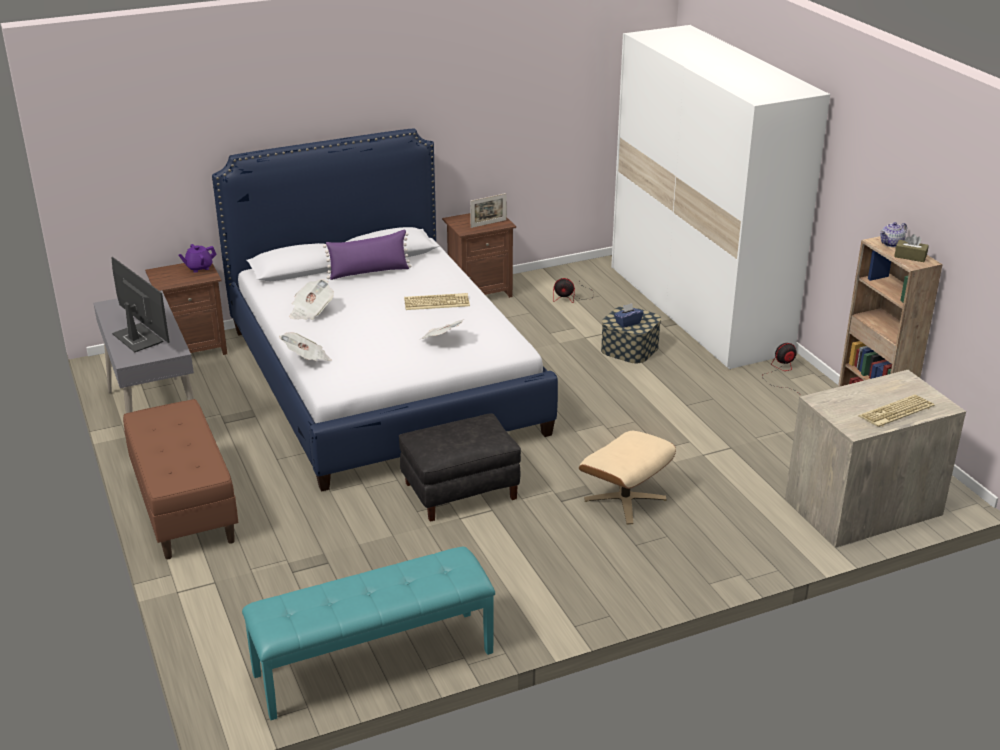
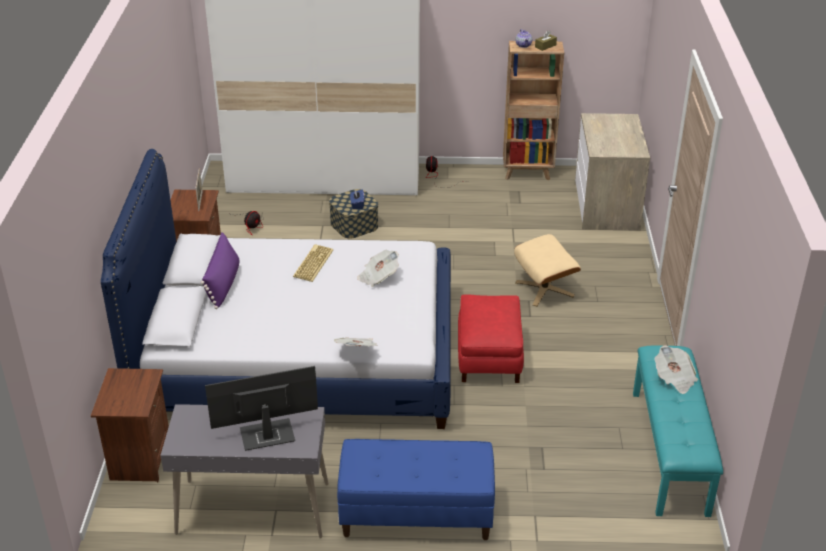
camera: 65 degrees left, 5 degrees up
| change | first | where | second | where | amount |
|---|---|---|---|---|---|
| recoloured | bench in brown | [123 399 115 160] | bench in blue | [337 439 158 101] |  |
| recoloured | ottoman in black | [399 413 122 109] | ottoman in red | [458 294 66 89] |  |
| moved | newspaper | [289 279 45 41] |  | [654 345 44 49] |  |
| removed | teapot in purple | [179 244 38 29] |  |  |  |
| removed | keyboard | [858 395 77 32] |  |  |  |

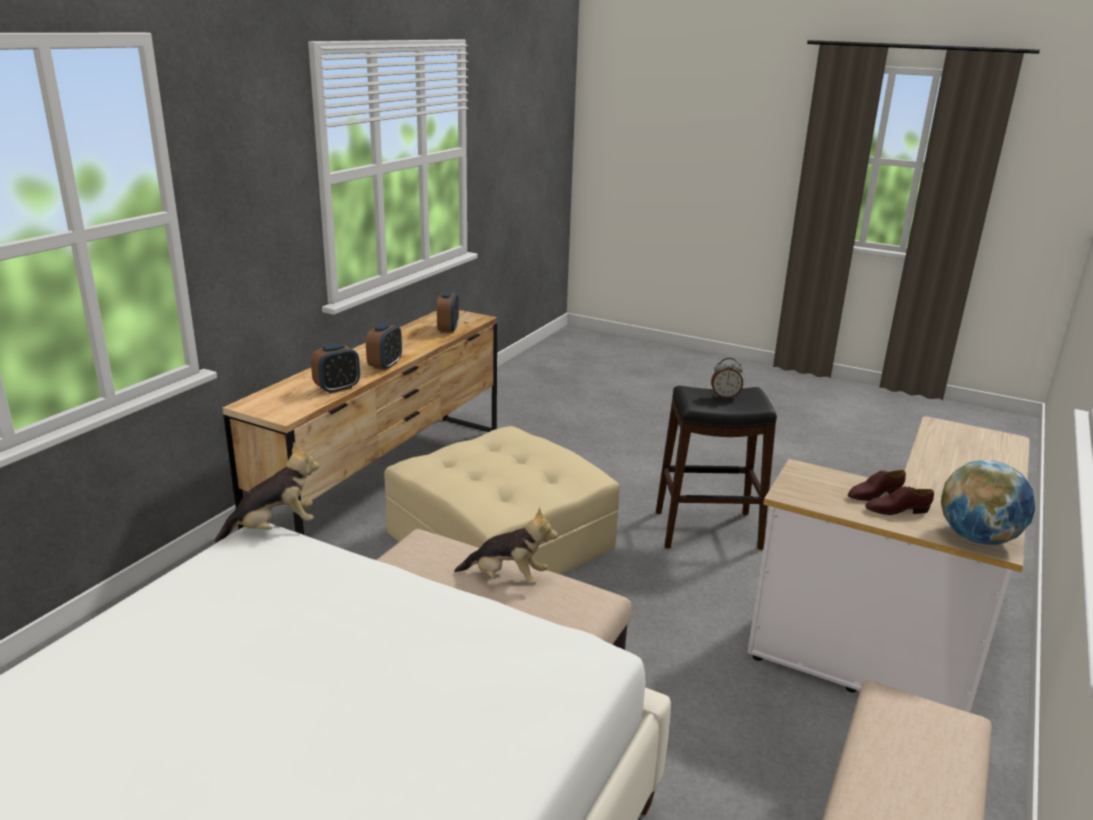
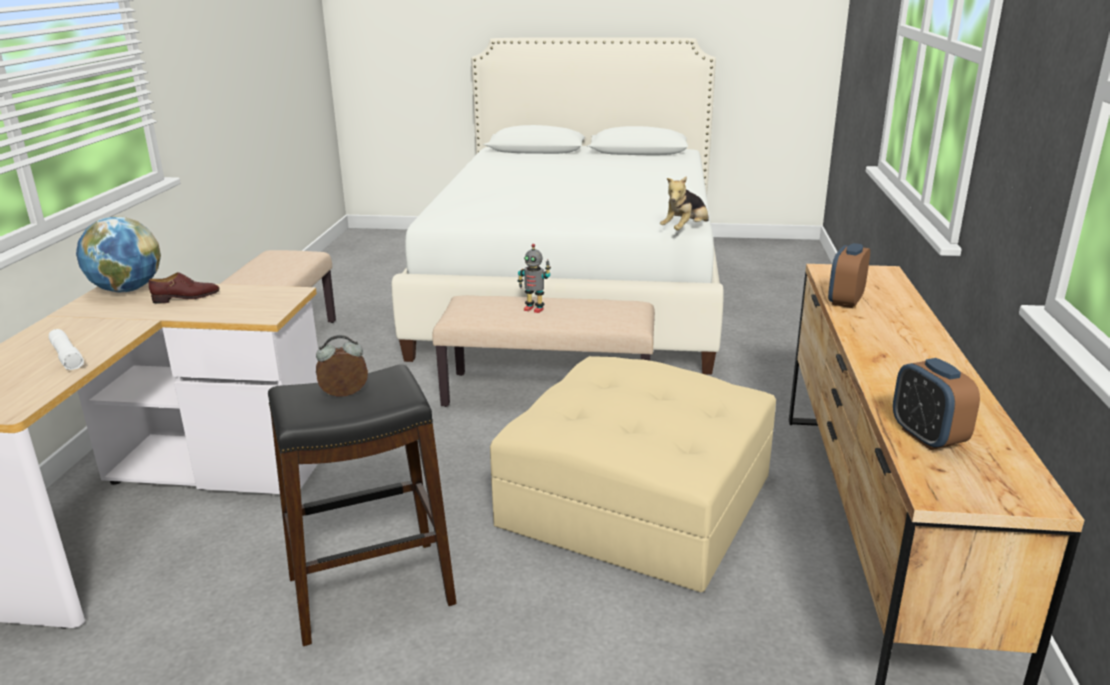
camera: 160 degrees right, 0 degrees up
| change | first | where | second | where | amount |
|---|---|---|---|---|---|
| added |  |  | flashlight in white | [49 329 35 41] |  |
| replaced | plush toy | [454 507 104 77] | toy robot | [518 244 33 69] |  |
| removed | alarm clock | [366 322 36 48] |  |  |  |
| removed | shoe in brown | [848 470 58 31] |  |  |  |

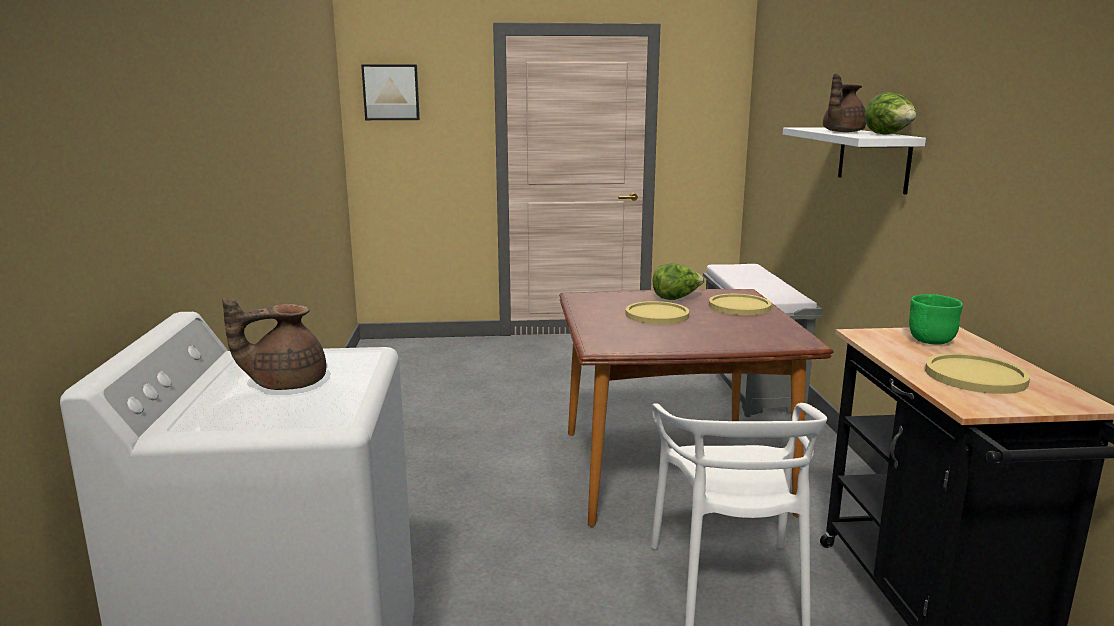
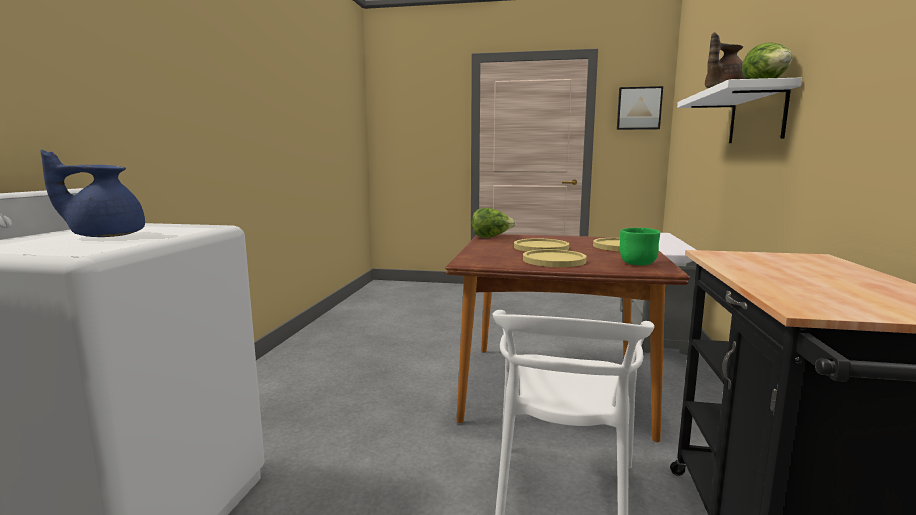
camera: 15 degrees right, 5 degrees down
| change | first | where | second | where | amount |
|---|---|---|---|---|---|
| recoloured | teapot in brown | [222 299 104 91] | teapot in blue | [40 149 105 88] |  |
| moved | lettuce | [653 263 52 37] |  | [472 208 44 30] |  |
| moved | plate in yellow | [925 353 105 41] |  | [523 249 64 18] |  |
| moved | picture | [361 64 59 56] |  | [617 86 46 44] |  |
| moved | bowl in green | [909 294 54 51] |  | [620 228 40 37] |  |

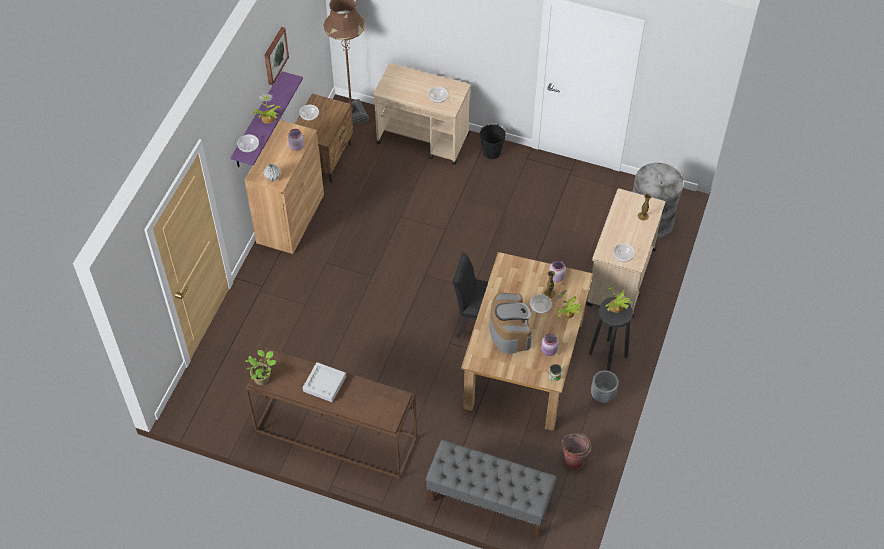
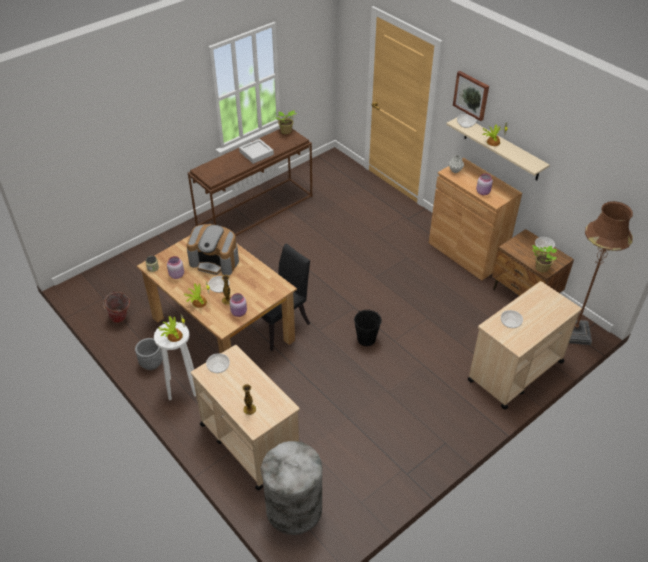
camera: 120 degrees right, 10 degrees down
| change | first | where | second | where | amount |
|---|---|---|---|---|---|
| recoloured | stool in black | [589 297 44 74] | stool in white | [154 322 42 78] |  |
| moved | bucket in black | [480 124 26 35] |  | [354 310 28 36] |  |
| recoloured | shelf in purple | [231 71 72 97] | shelf in beige | [446 118 104 62] |  |
| moved | picture | [264 27 25 58] |  | [453 71 36 50] |  |
| added |  |  | potted plant | [532 245 25 27] |  |
| removed | bench in grey | [425 440 132 97] |  |  |  |

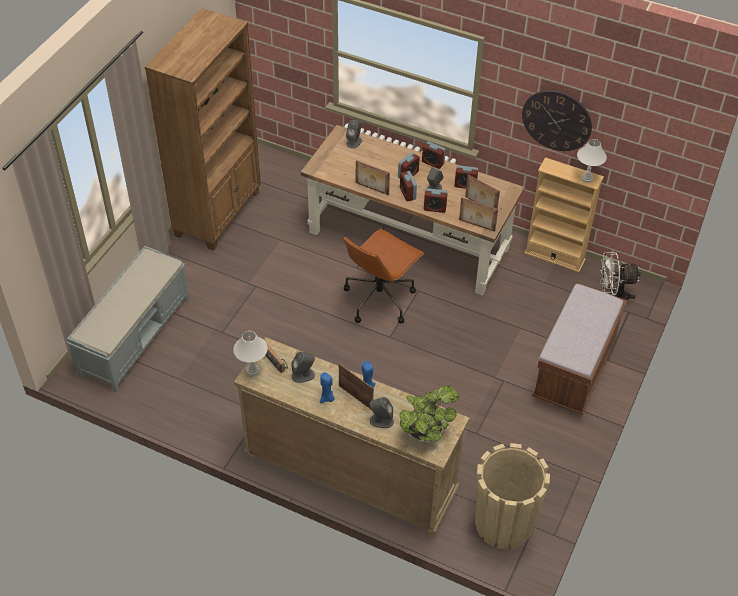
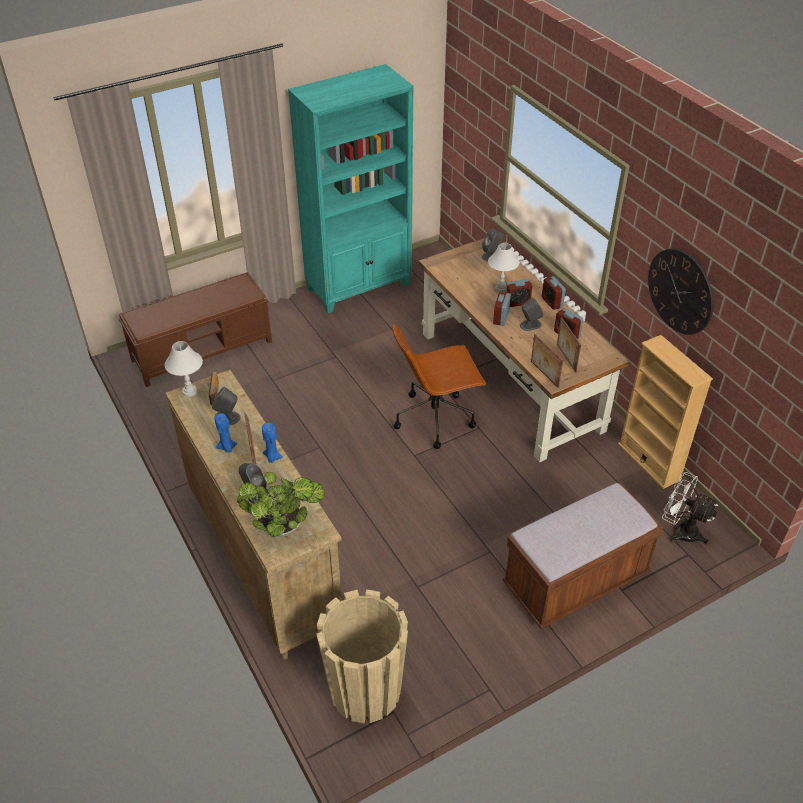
camera: 35 degrees right, 5 degrees down
| change | first | where | second | where | amount |
|---|---|---|---|---|---|
| recoloured | bench in grey | [66 246 123 147] | bench in brown | [119 272 153 115] |  |
| recoloured | bookcase in brown | [145 8 116 243] | bookcase in turquoise | [288 64 125 249] |  |
| moved | table lamp in white | [577 139 30 44] |  | [488 243 31 49] |  |
| removed | picture frame | [356 160 34 35] |  |  |  |
| removed | alarm clock | [424 188 24 25] |  |  |  |

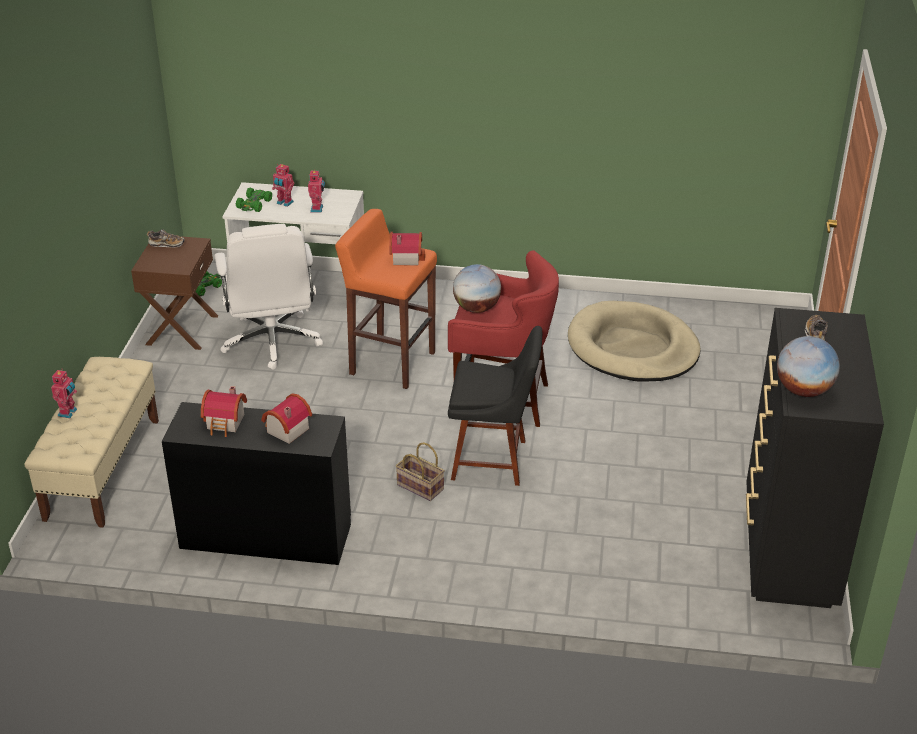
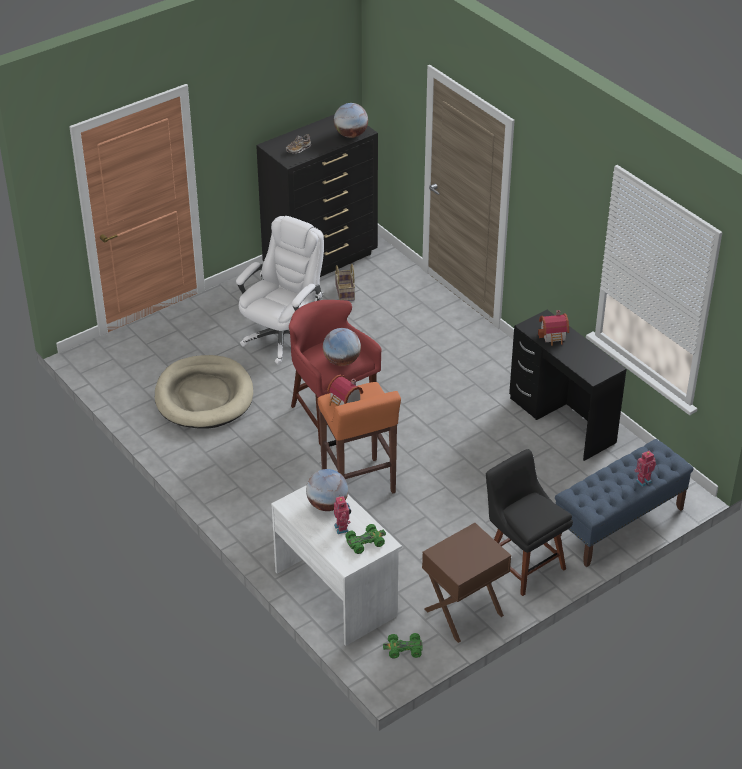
camera: 135 degrees left, 5 degrees up
| change | first | where | second | where | amount |
|---|---|---|---|---|---|
| moved | office chair in white | [214 224 109 146] |  | [236 216 88 149] |  |
| replaced | toy robot | [308 171 17 42] | globe | [306 469 42 42] |  |
| moved | basket | [396 442 49 59] |  | [335 264 20 37] |  |
| moved | chair in black | [448 326 94 160] |  | [486 449 87 147] |  |
| recoloured | bench in beige | [24 357 135 171] | bench in blue | [553 439 140 128] |  |
| removed | shoe | [147 230 38 17] |  |  |  |
| removed | toy house | [201 386 46 51] |  |  |  |

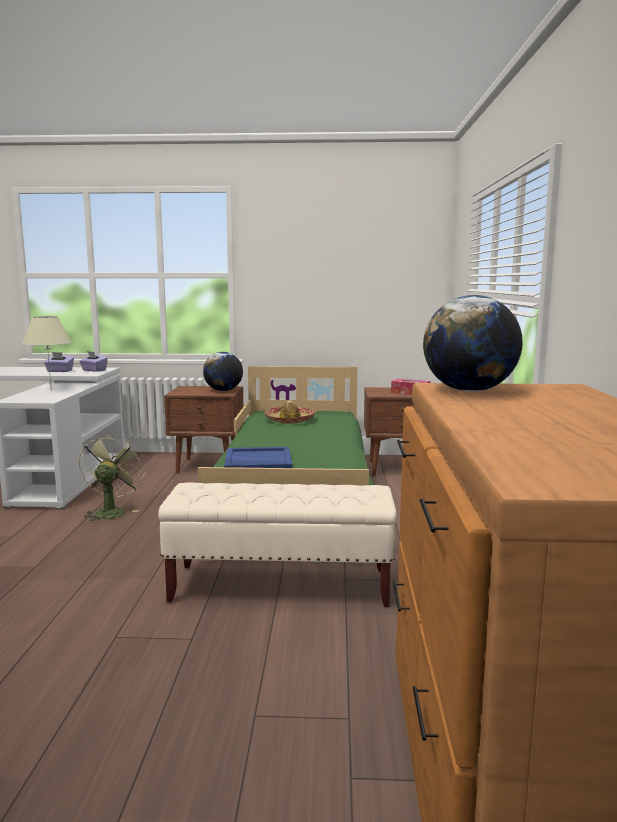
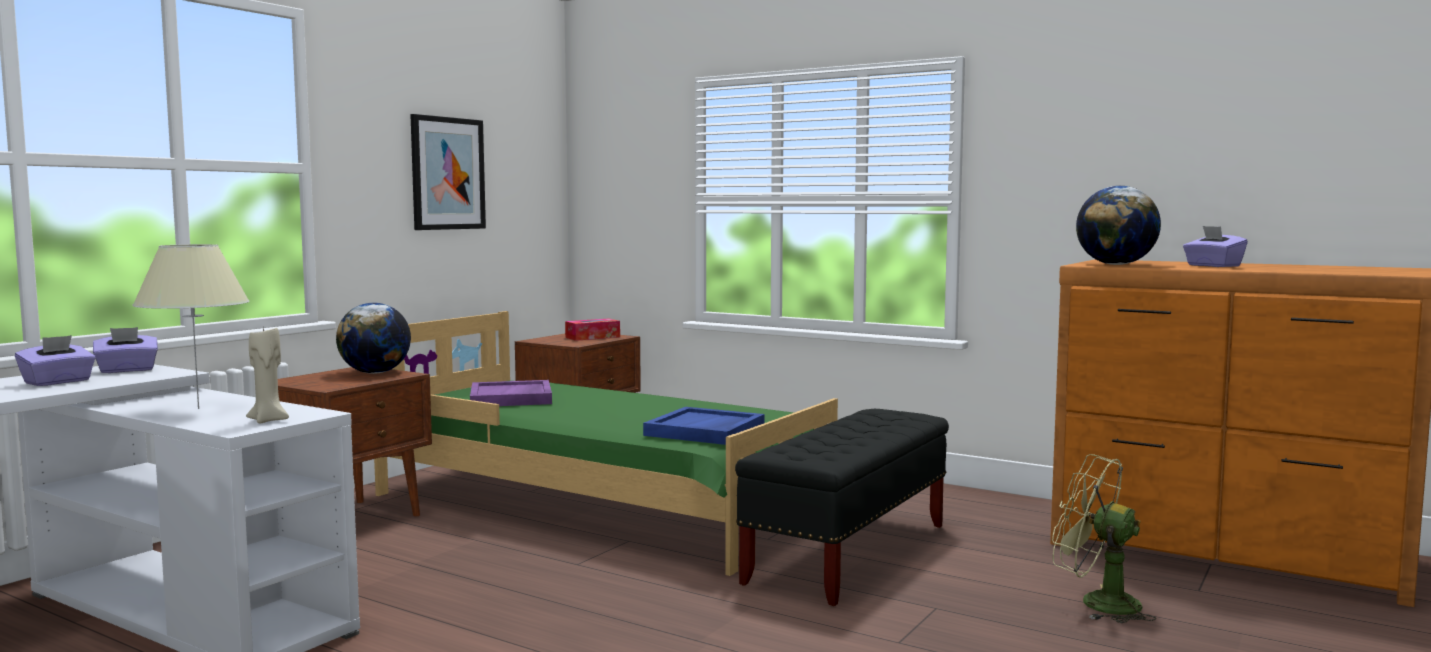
camera: 60 degrees left, 5 degrees down
| change | first | where | second | where | amount |
|---|---|---|---|---|---|
| added |  |  | candle in beige | [246 327 43 96] |  |
| added |  |  | picture | [410 114 76 116] |  |
| replaced | hat | [264 400 52 24] | tray in purple | [470 380 82 26] |  |
| recoloured | bench in beige | [158 482 239 125] | bench in black | [735 409 214 197] |  |
| moved | fan in green | [79 435 67 88] |  | [1052 454 104 169] |  |
| added |  |  | tissue box in purple | [1183 226 65 41] |  |

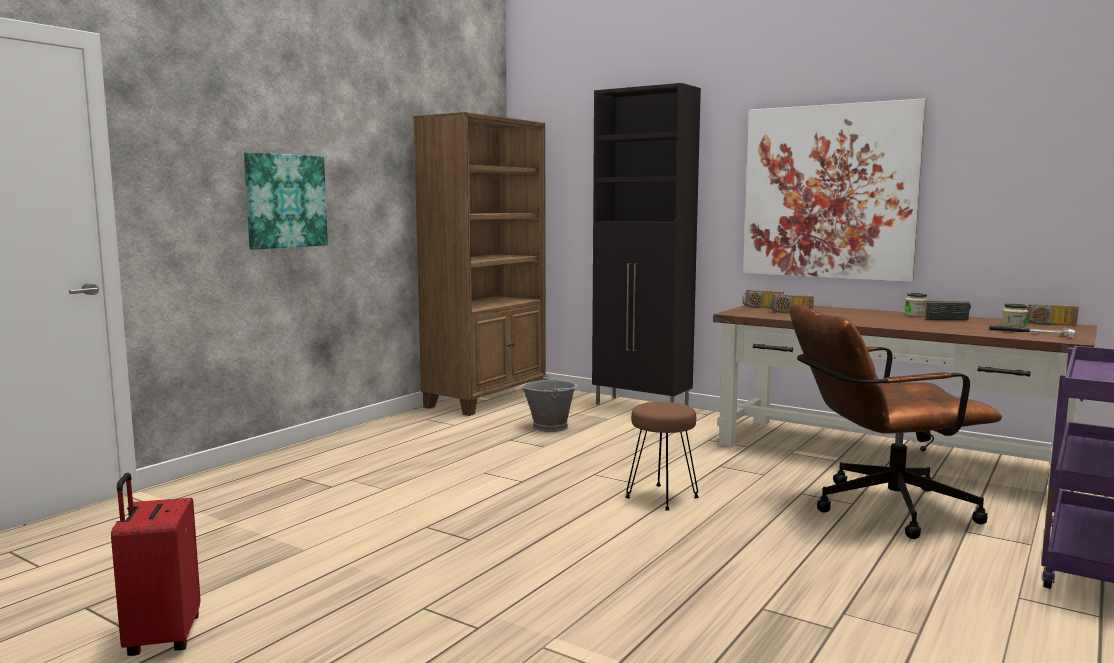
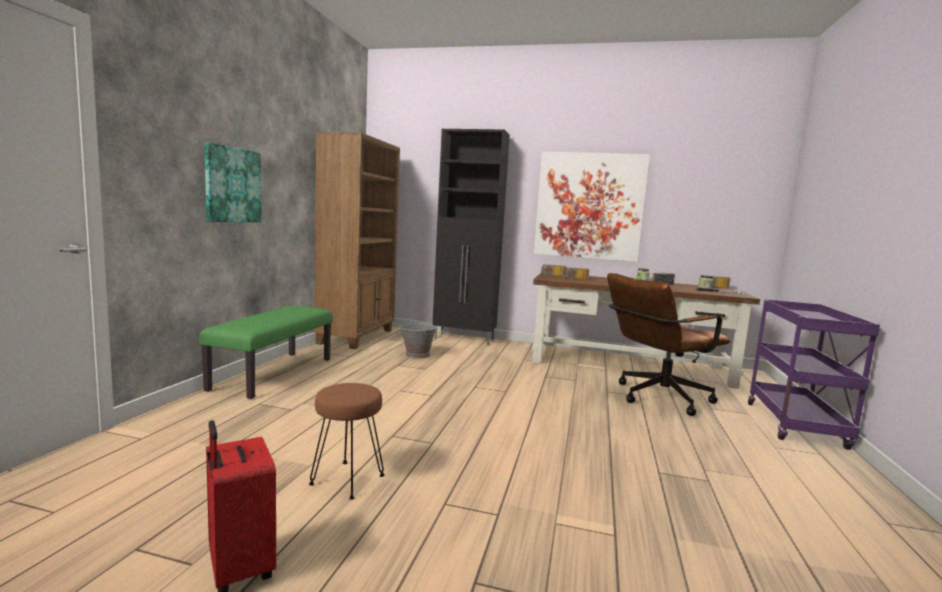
camera: 20 degrees left, 0 degrees up
| change | first | where | second | where | amount |
|---|---|---|---|---|---|
| added |  |  | bench in green | [199 306 134 93] |  |
| moved | stool in brown | [625 402 74 109] |  | [309 383 76 117] |  |

